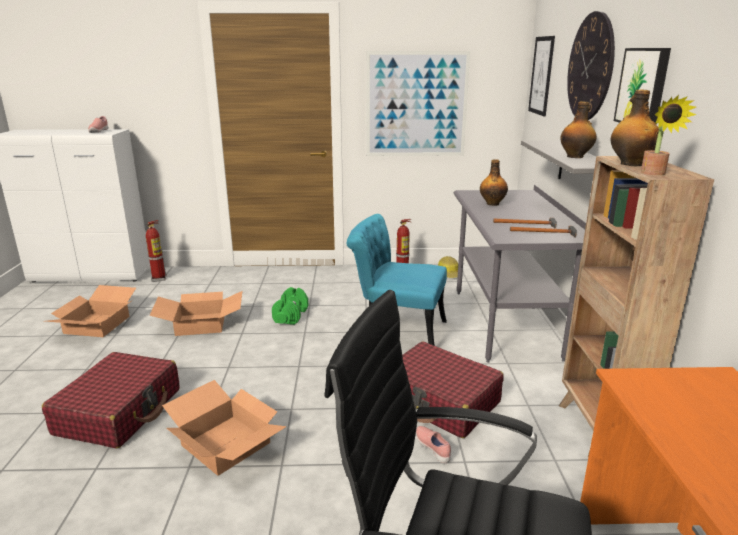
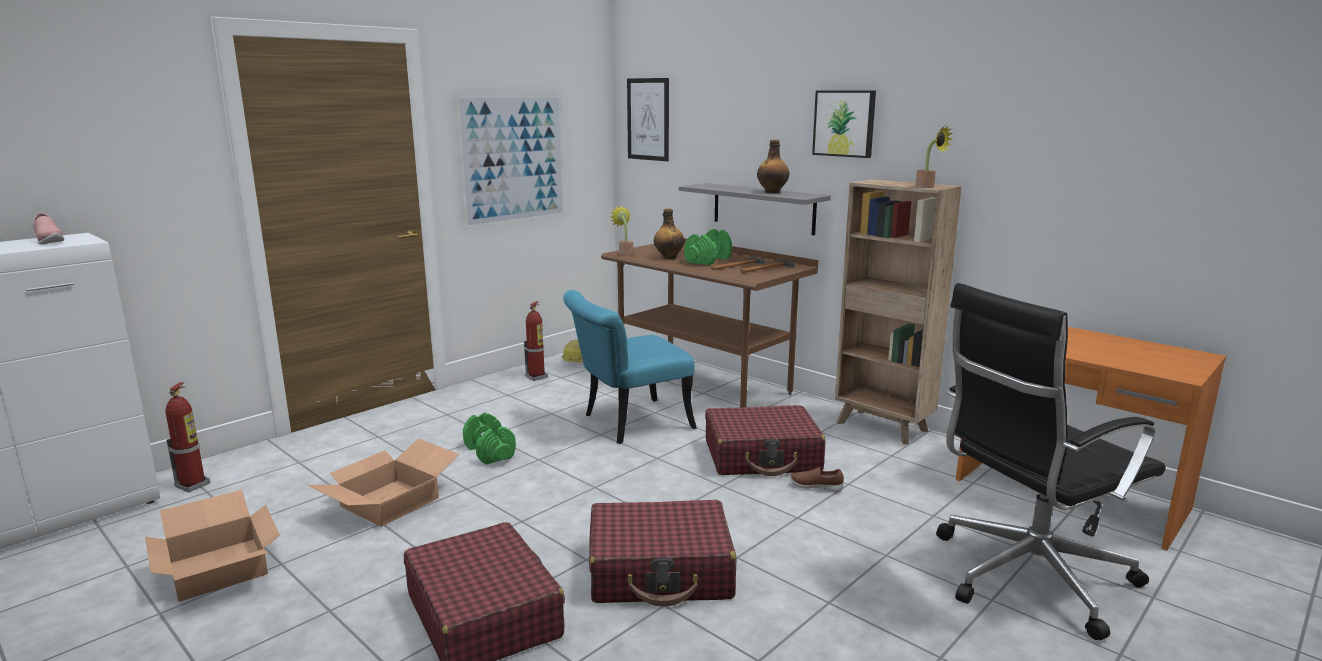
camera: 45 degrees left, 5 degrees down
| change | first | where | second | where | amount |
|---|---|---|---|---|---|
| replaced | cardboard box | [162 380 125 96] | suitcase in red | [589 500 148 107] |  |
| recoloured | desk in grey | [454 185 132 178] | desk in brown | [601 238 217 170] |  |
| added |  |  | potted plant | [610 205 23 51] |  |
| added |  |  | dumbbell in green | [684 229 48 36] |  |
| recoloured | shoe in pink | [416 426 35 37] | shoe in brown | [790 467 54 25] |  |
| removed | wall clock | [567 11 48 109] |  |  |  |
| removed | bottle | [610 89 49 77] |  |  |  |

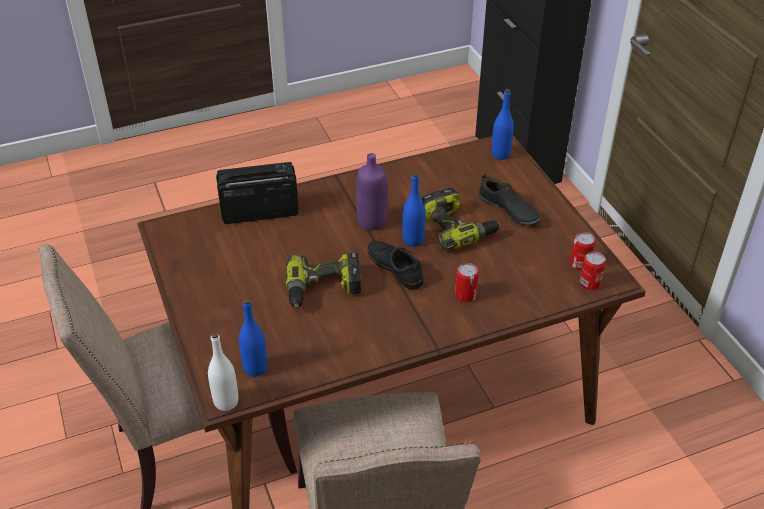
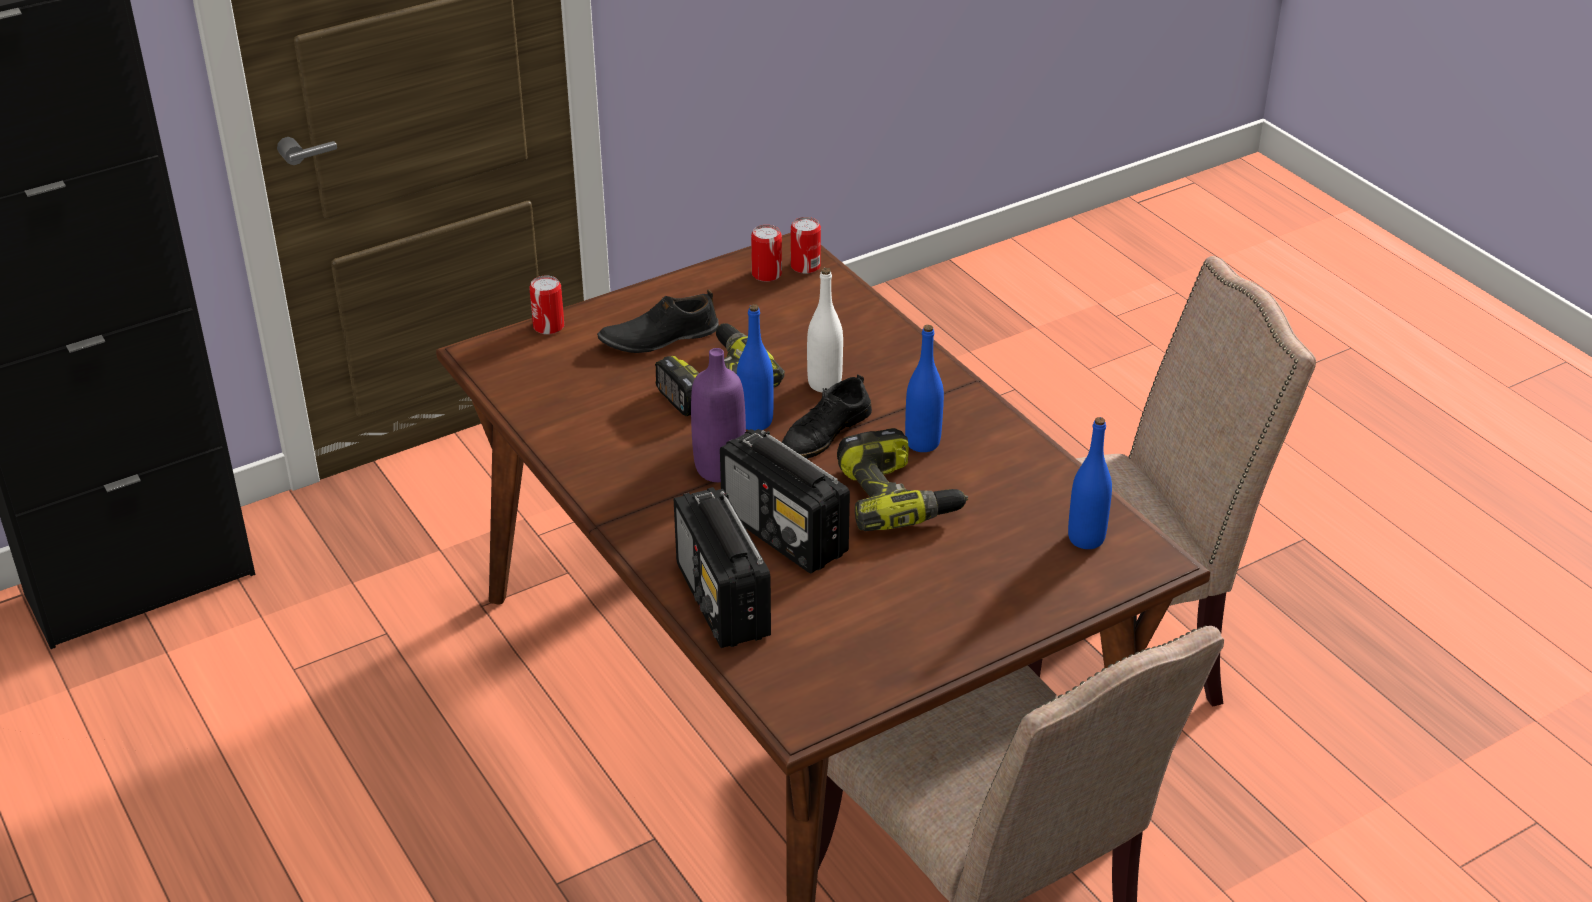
camera: 100 degrees left, 5 degrees down
| change | first | where | second | where | amount |
|---|---|---|---|---|---|
| moved | can | [455 263 24 39] |  | [529 275 35 60] |  |
| turned | shoe in black | [478 173 63 52] |  | [597 289 122 64] | 150 degrees counterclockwise |
| added |  |  | radio | [720 429 130 144] |  |
| moved | bottle in white | [208 332 30 79] |  | [807 268 36 124] |  |
| moved | bottle in blue | [491 89 23 71] |  | [905 325 39 127] |  |

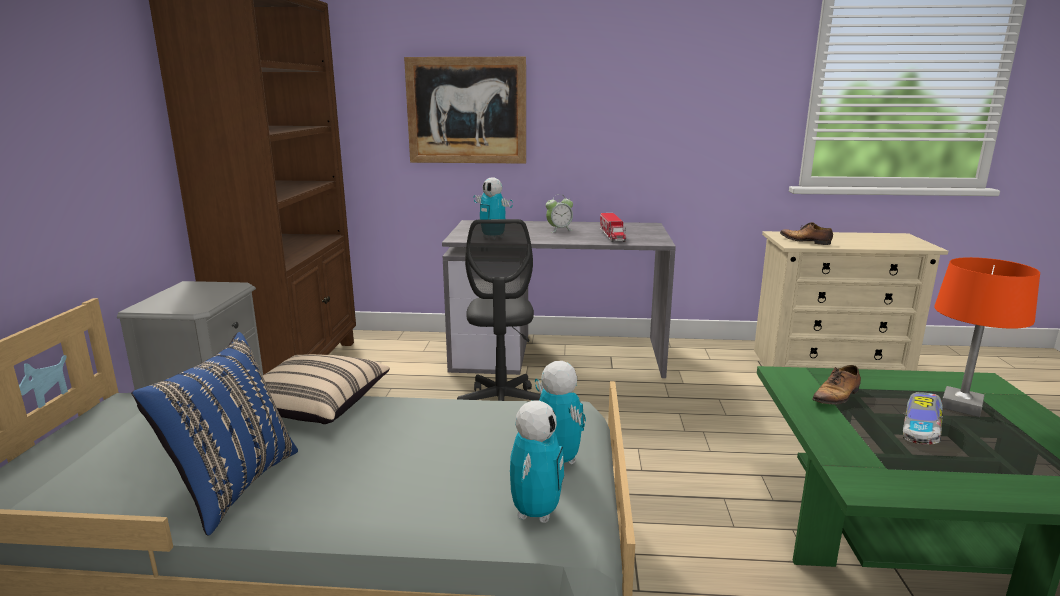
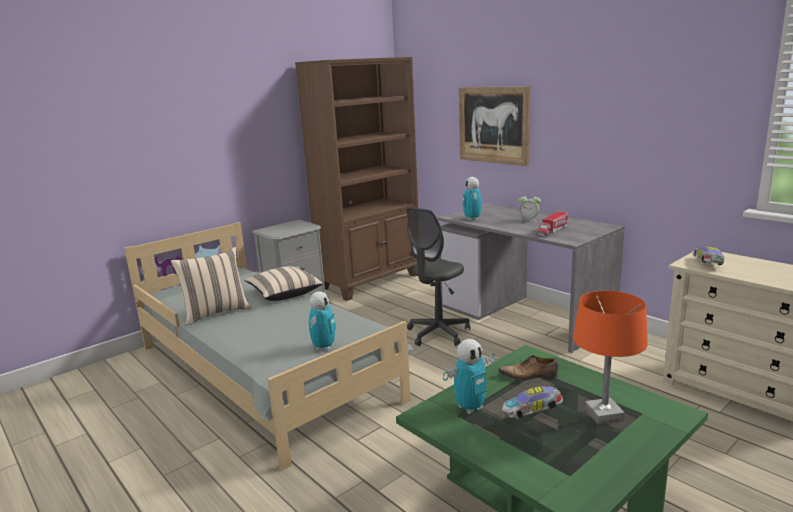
camera: 45 degrees right, 0 degrees up
| change | first | where | second | where | amount |
|---|---|---|---|---|---|
| recoloured | pillow in blue | [131 332 167 204] | pillow in beige | [171 247 80 79] |  |
| moved | toy robot | [510 400 54 123] |  | [443 339 53 75] |  |
| replaced | shoe | [780 222 53 23] | toy car | [694 247 30 18] |  |

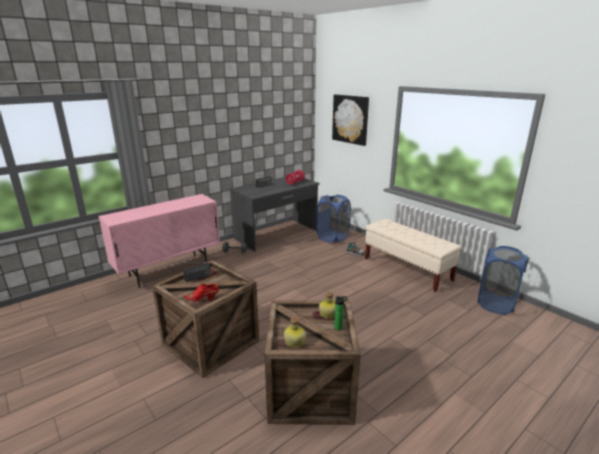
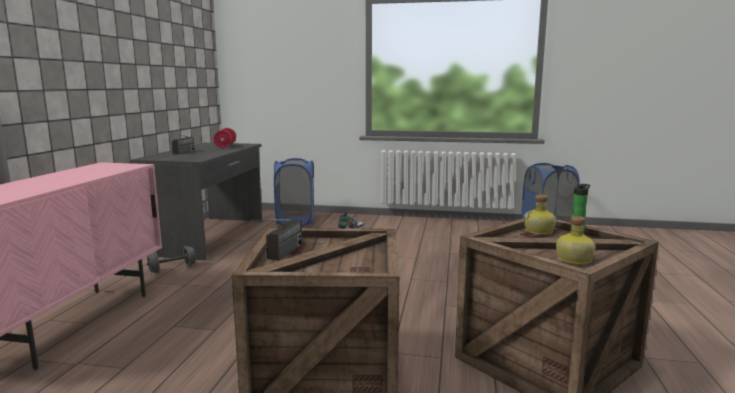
camera: 40 degrees left, 10 degrees down
| change | first | where | second | where | amount |
|---|---|---|---|---|---|
| removed | shoe in red | [184 284 35 18] |  |  |  |
| removed | picture | [332 94 37 52] |  |  |  |
| removed | bench in beige | [365 219 97 73] |  |  |  |

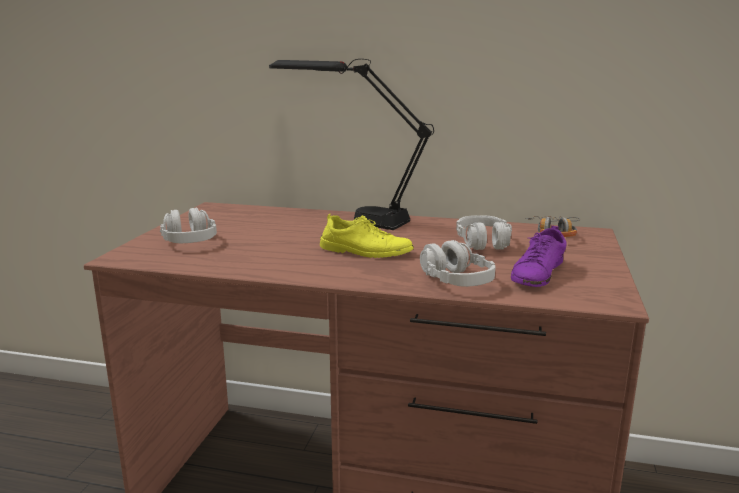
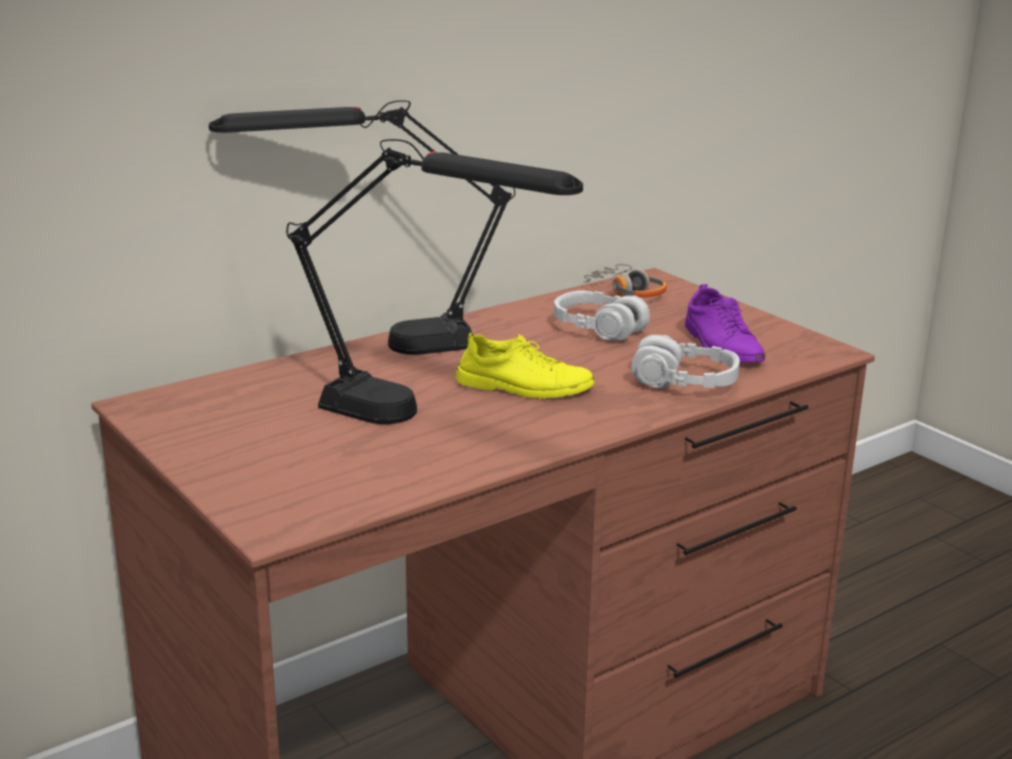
camera: 50 degrees left, 5 degrees up
| change | first | where | second | where | amount |
|---|---|---|---|---|---|
| added |  |  | table lamp in black | [286 139 297 285] |  |
| turned | shoe in yellow | [320 214 94 44] |  | [456 332 139 67] | 45 degrees clockwise |
| removed | headphones in grey | [160 208 57 35] |  |  |  |

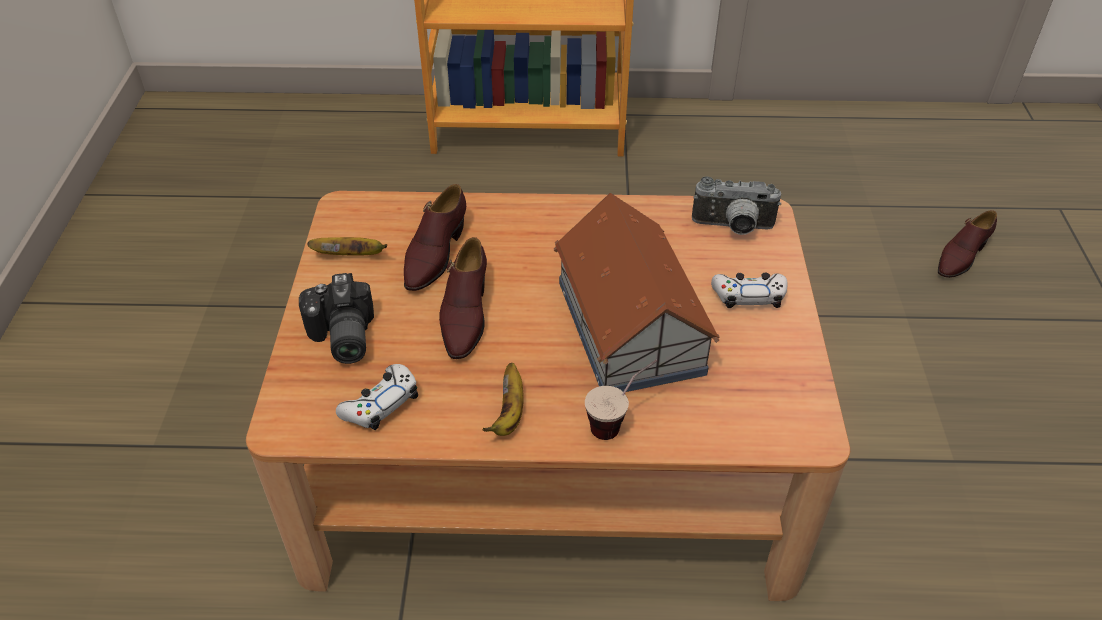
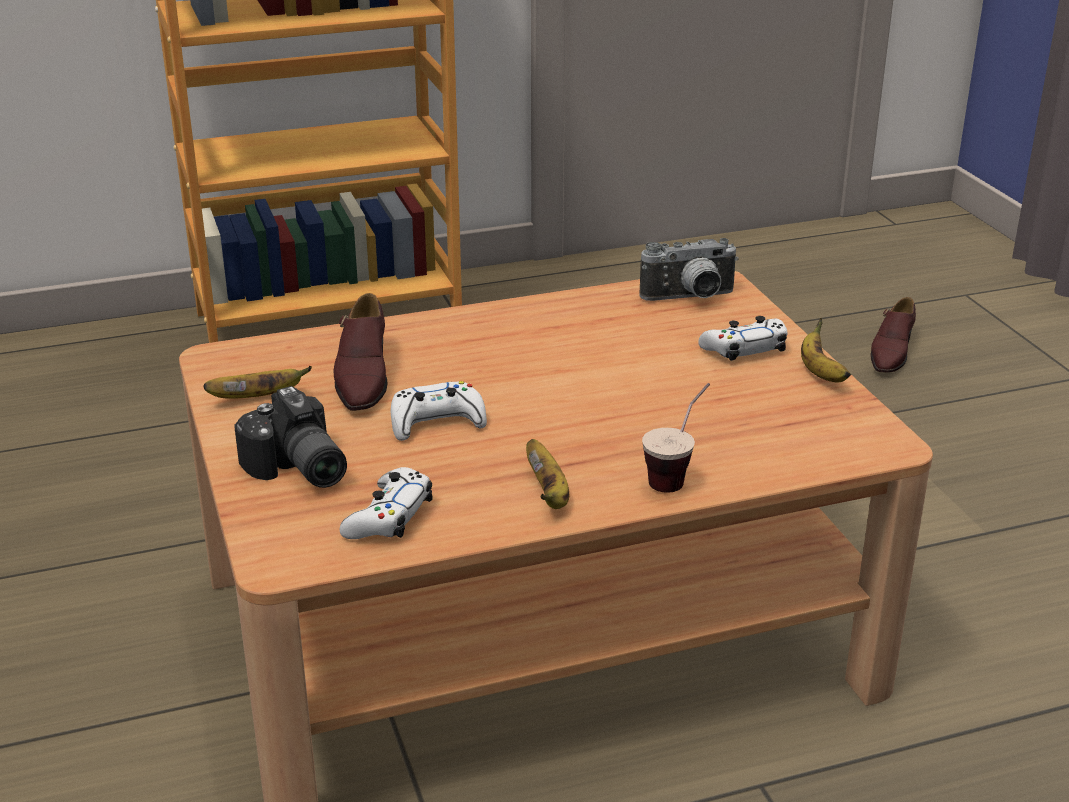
camera: 20 degrees left, 15 degrees down
| change | first | where | second | where | amount |
|---|---|---|---|---|---|
| replaced | shoe in brown | [439 237 48 122] | game controller in white | [391 381 96 60] |  |
| added |  |  | banana | [801 318 50 65] |  |
| removed | toy house | [554 193 166 199] |  |  |  |

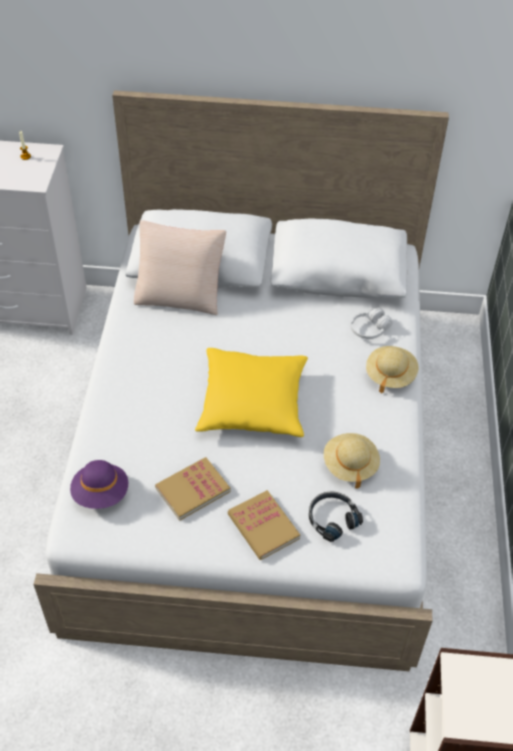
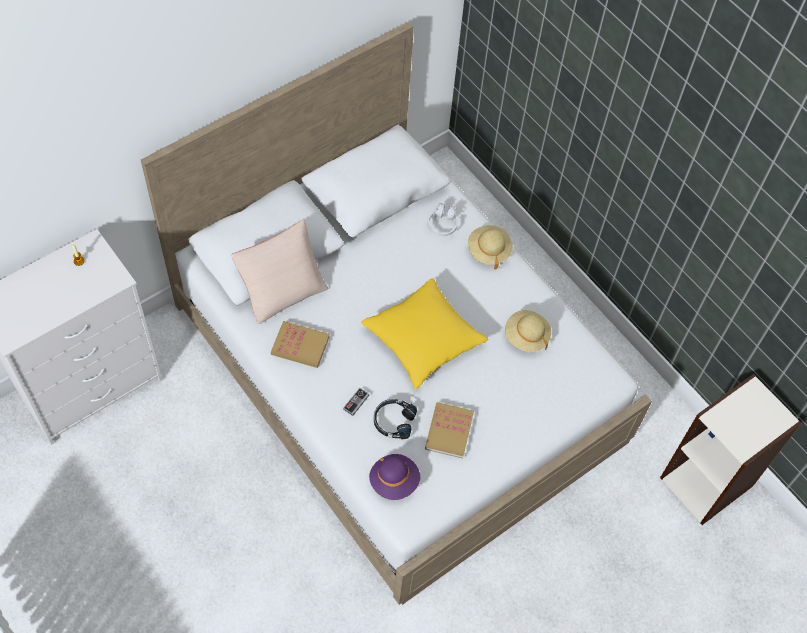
camera: 45 degrees left, 10 degrees up
| change | first | where | second | where | amount |
|---|---|---|---|---|---|
| moved | book | [228 490 72 70] |  | [271 321 59 47] |  |
| added |  |  | game controller | [343 388 26 28] |  |
| moved | headphones in black | [309 491 54 51] |  | [374 399 43 41] |  |

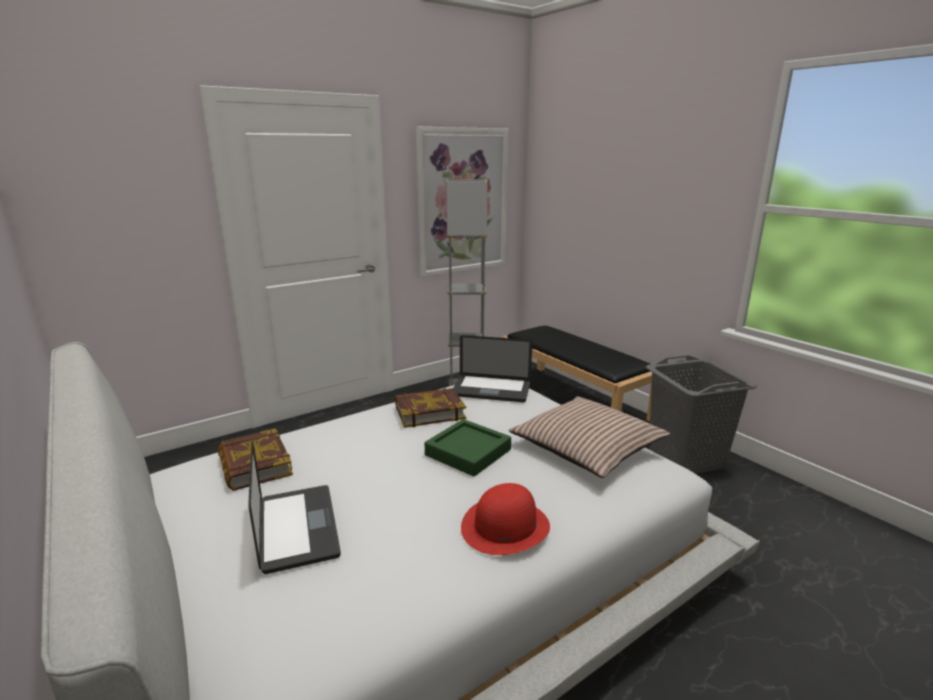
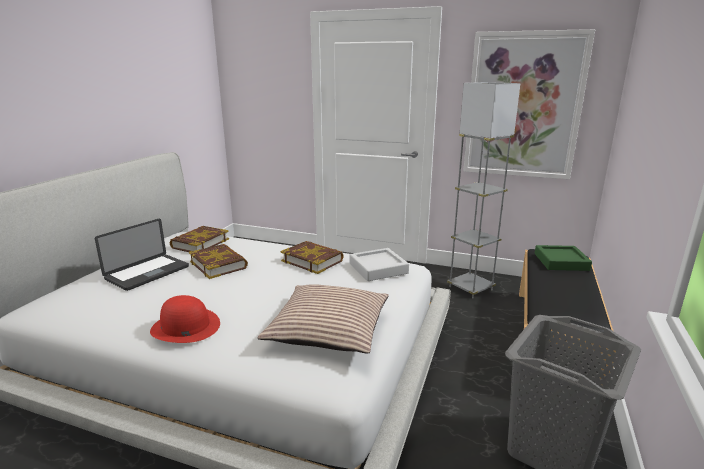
camera: 55 degrees right, 0 degrees up
| change | first | where | second | where | amount |
|---|---|---|---|---|---|
| added |  |  | book | [189 244 59 35] |  |
| replaced | laptop | [453 335 79 67] | tray in grey | [349 248 60 33] |  |
| moved | tray in green | [425 419 86 58] |  | [535 245 57 26] |  |

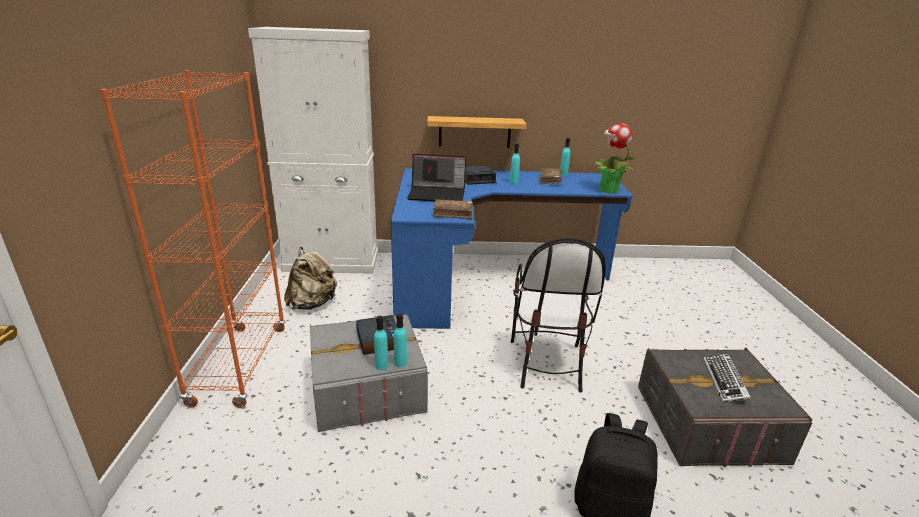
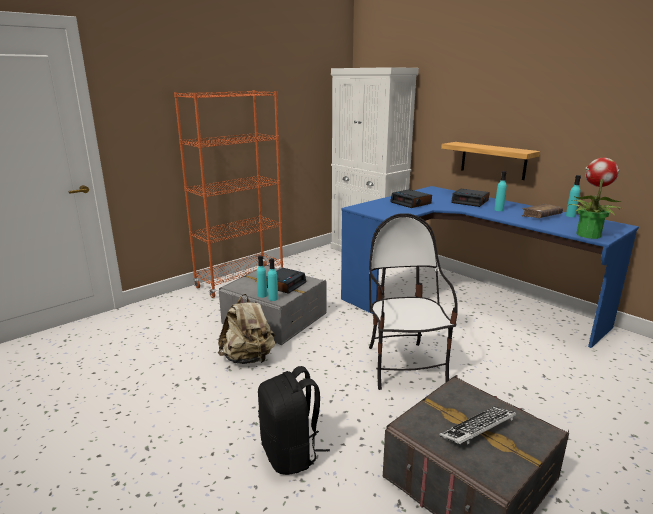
camera: 50 degrees right, 5 degrees down
| change | first | where | second | where | amount |
|---|---|---|---|---|---|
| moved | backpack in beige | [284 247 53 63] |  | [218 294 57 70] |  |
| turned | chair | [511 238 95 155] |  | [369 213 89 177] | 120 degrees clockwise |
| replaced | laptop | [407 154 59 47] | alarm clock | [390 189 42 19] |  |
| removed | book in brown | [433 199 40 20] |  |  |  |

